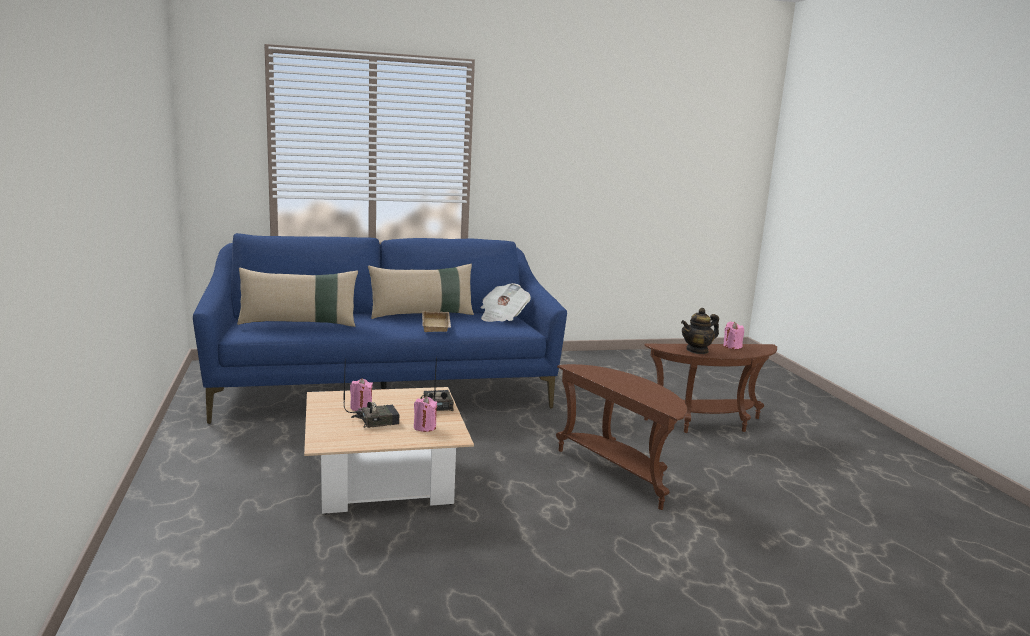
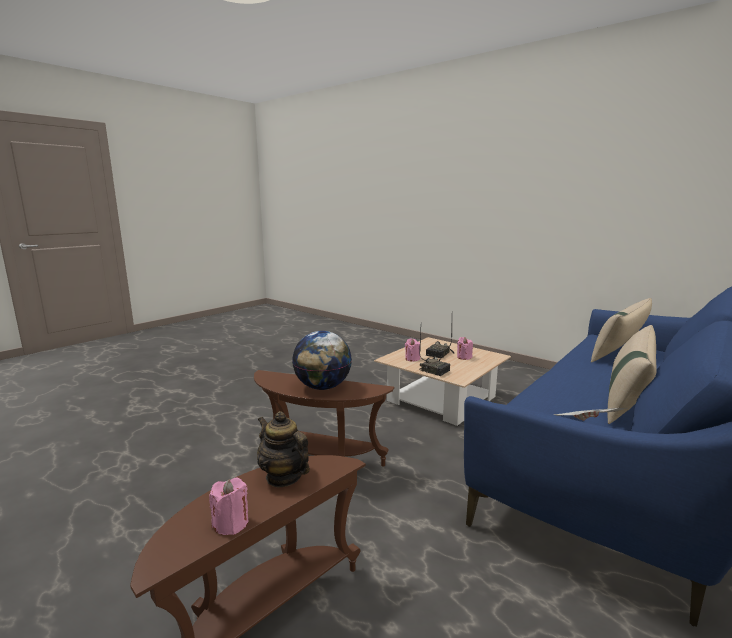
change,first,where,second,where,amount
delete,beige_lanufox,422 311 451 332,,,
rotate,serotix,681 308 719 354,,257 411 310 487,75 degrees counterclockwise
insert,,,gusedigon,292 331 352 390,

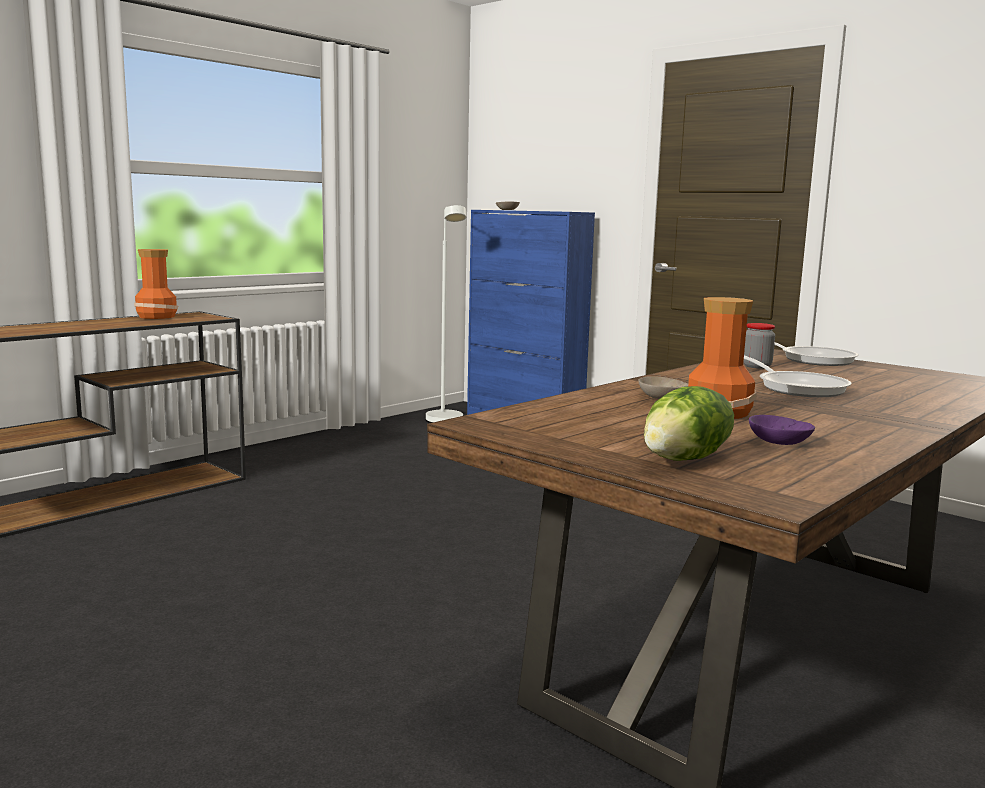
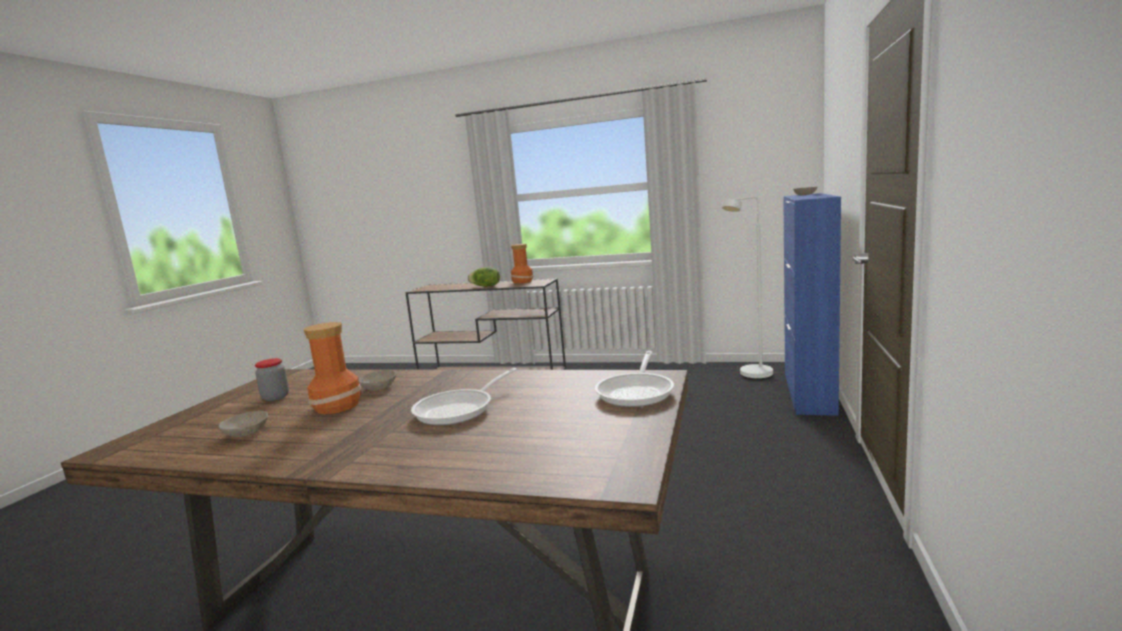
change,first,where,second,where,amount
move,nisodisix,644 386 734 461,,468 267 500 287,
move,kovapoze,743 323 775 369,,255 358 289 401,
recolor,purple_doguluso,749 415 815 445,beige_doguluso,218 411 268 437,

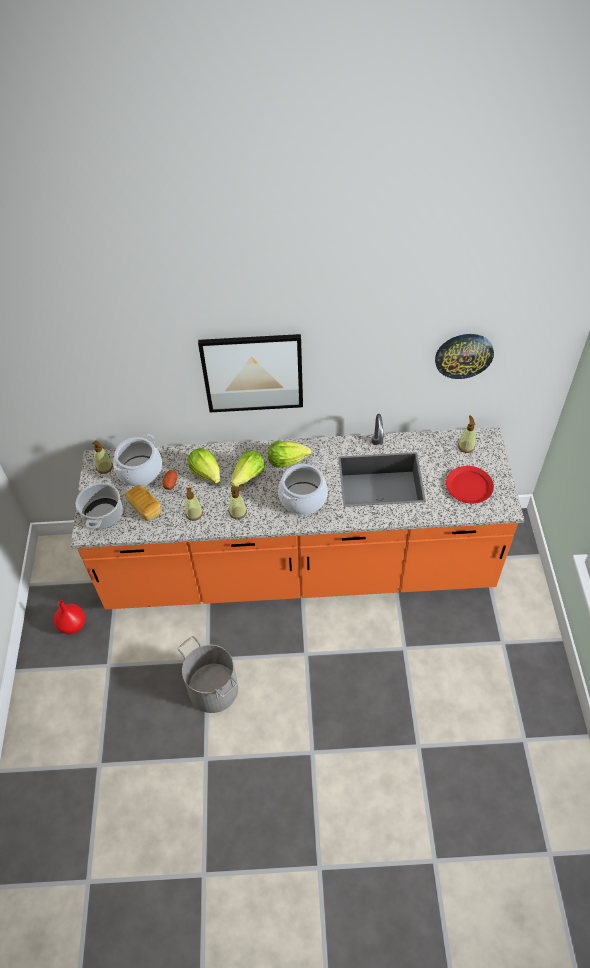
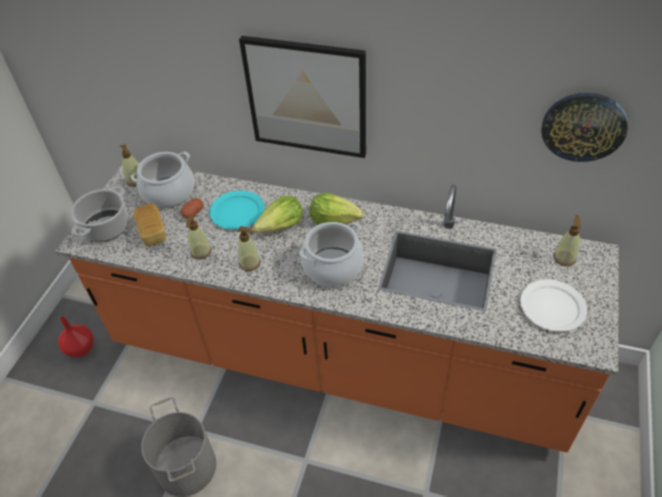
change,first,where,second,where,amount
replace,nisodisix,188 448 220 484,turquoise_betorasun,209 190 264 229,
recolor,red_betorasun,446 466 494 504,white_betorasun,520 279 587 332,

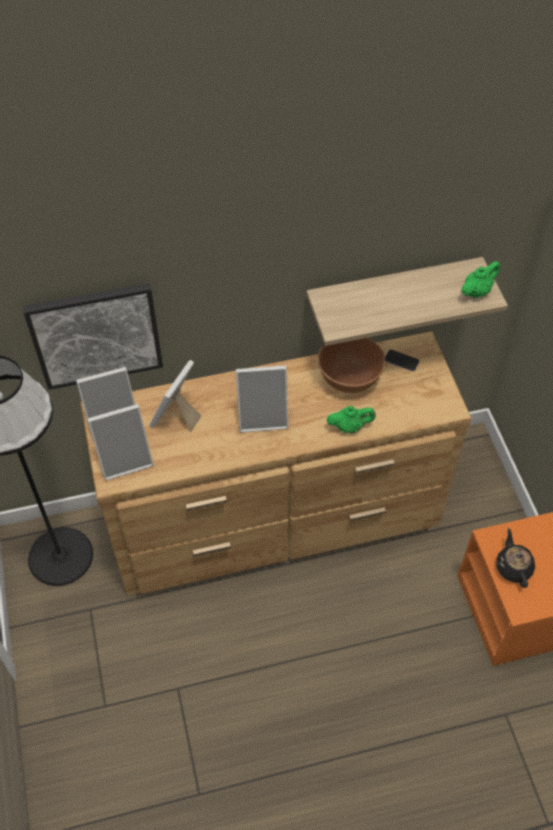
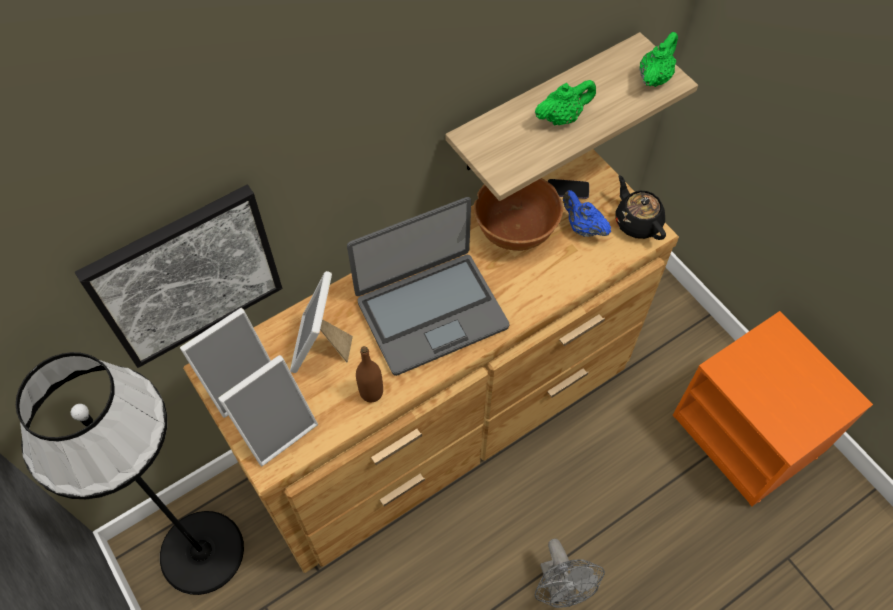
change,first,where,second,where,amount
replace,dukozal,236 365 288 433,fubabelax,347 197 509 376,
move,green_serotix,327 406 376 433,,535 80 596 125,
move,black_serotix,496 528 535 588,,615 175 666 240,
insert,,,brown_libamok,356 346 383 402,
insert,,,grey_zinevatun,535 539 605 608,
insert,,,blue_serotix,563 190 611 237,

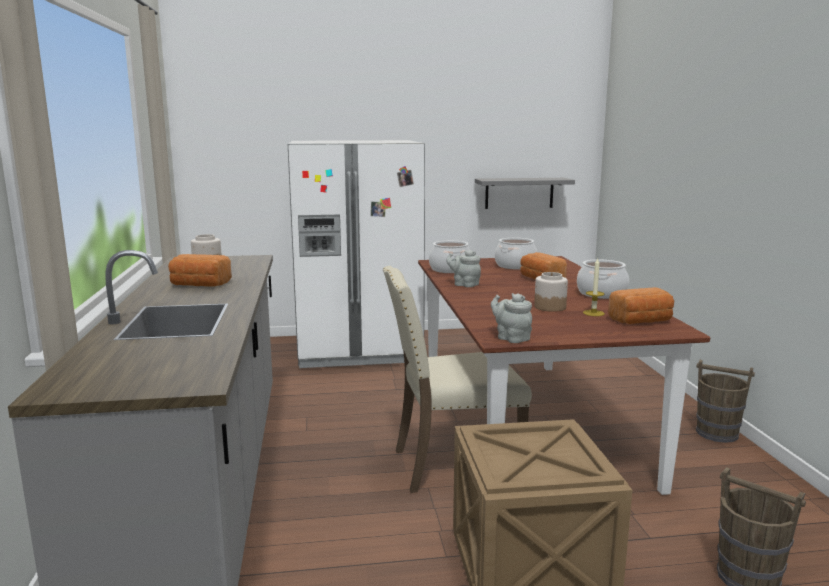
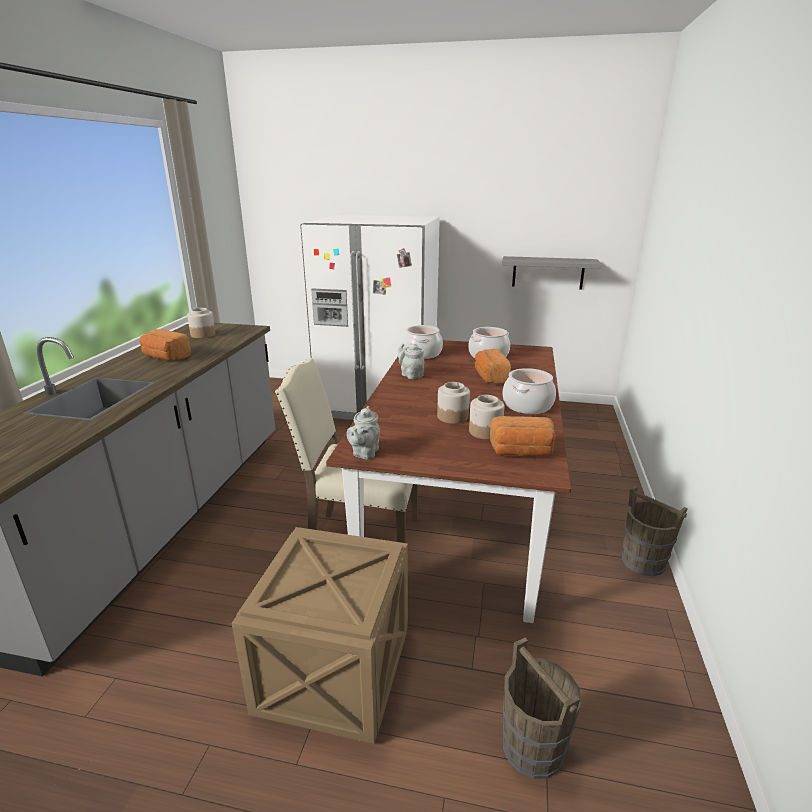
change,first,where,second,where,amount
rotate,grey_serotix,491 293 532 343,,347 406 380 460,150 degrees counterclockwise
replace,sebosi,583 258 605 316,kovapoze,469 395 504 439,

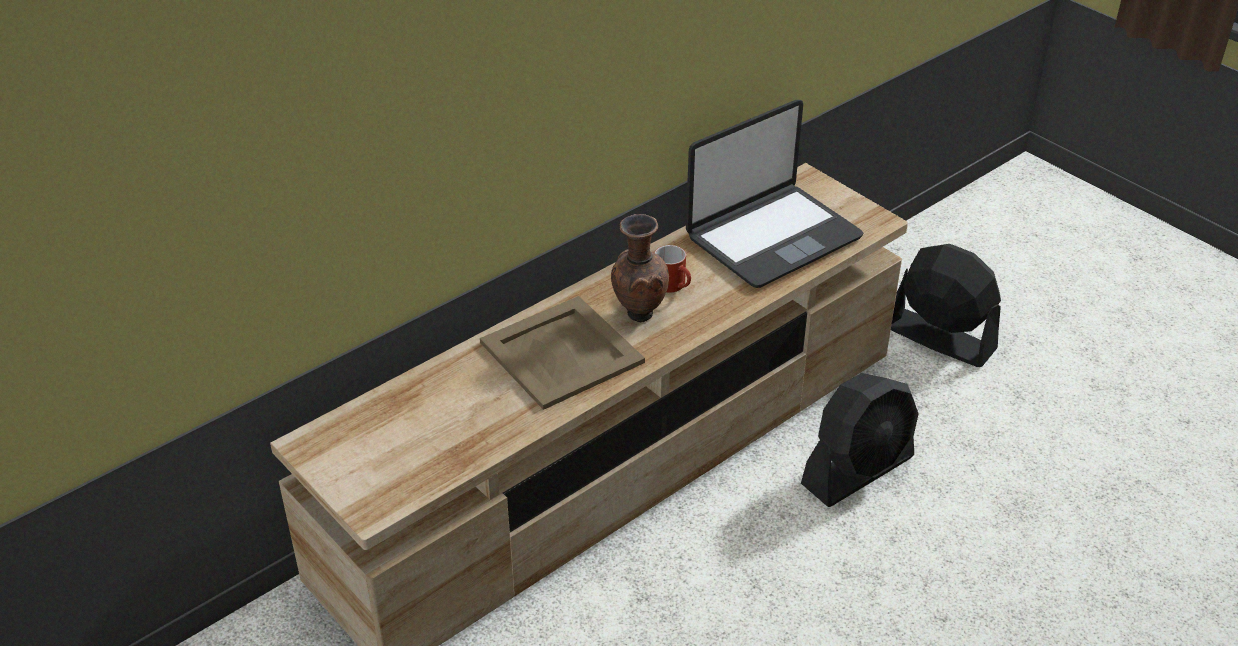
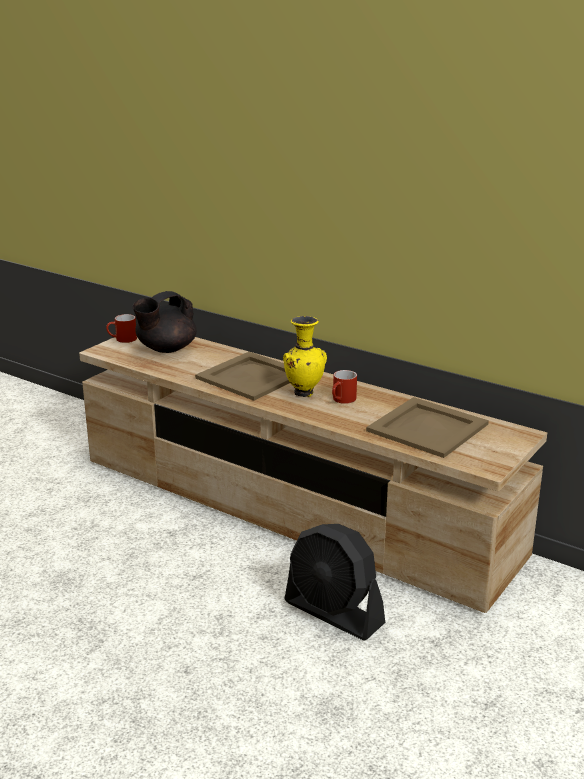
change,first,where,second,where,amount
recolor,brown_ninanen,611 214 669 322,yellow_ninanen,283 316 327 397,
replace,fubabelax,686 100 864 288,beige_lanufox,366 397 489 458,
delete,black_zinevatun,891 244 1001 367,,,
insert,,,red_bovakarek,106 314 137 343,
insert,,,black_serotix,132 291 197 353,

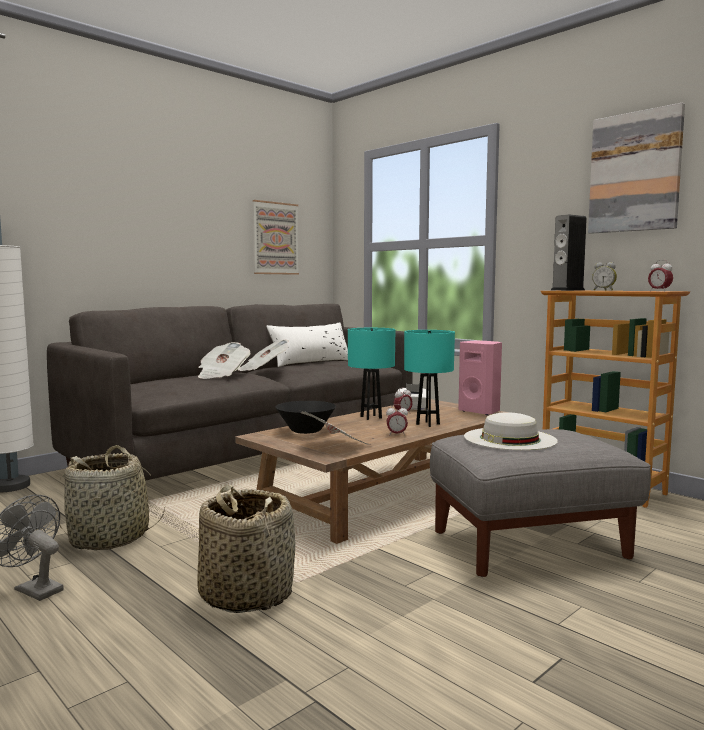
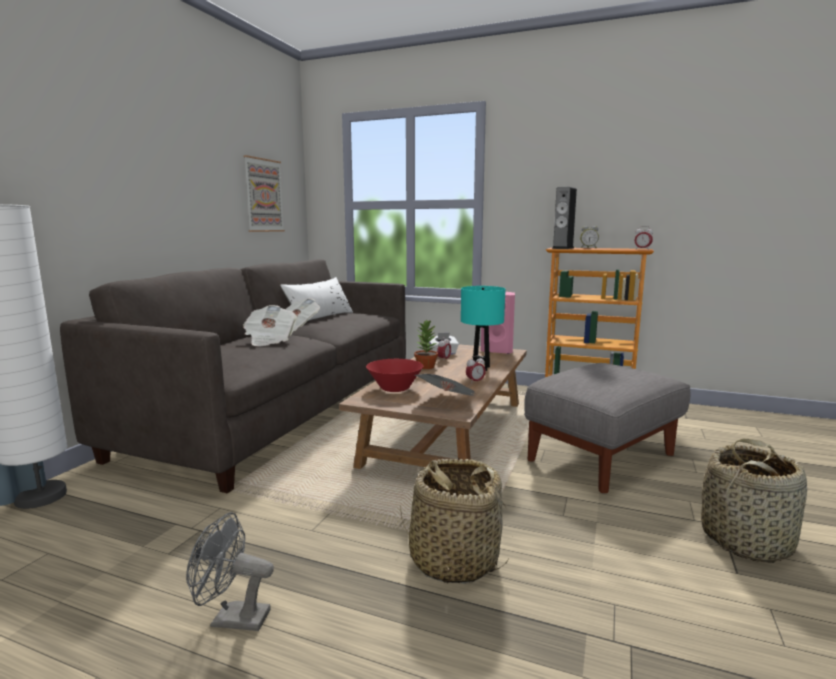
change,first,where,second,where,amount
move,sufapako,58 445 165 550,,701 438 807 563,
recolor,black_doguluso,276 401 336 434,red_doguluso,366 359 423 392,
replace,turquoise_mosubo,348 328 395 420,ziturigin,414 320 438 369,
delete,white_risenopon,464 412 558 450,,,
delete,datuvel,588 103 685 234,,,

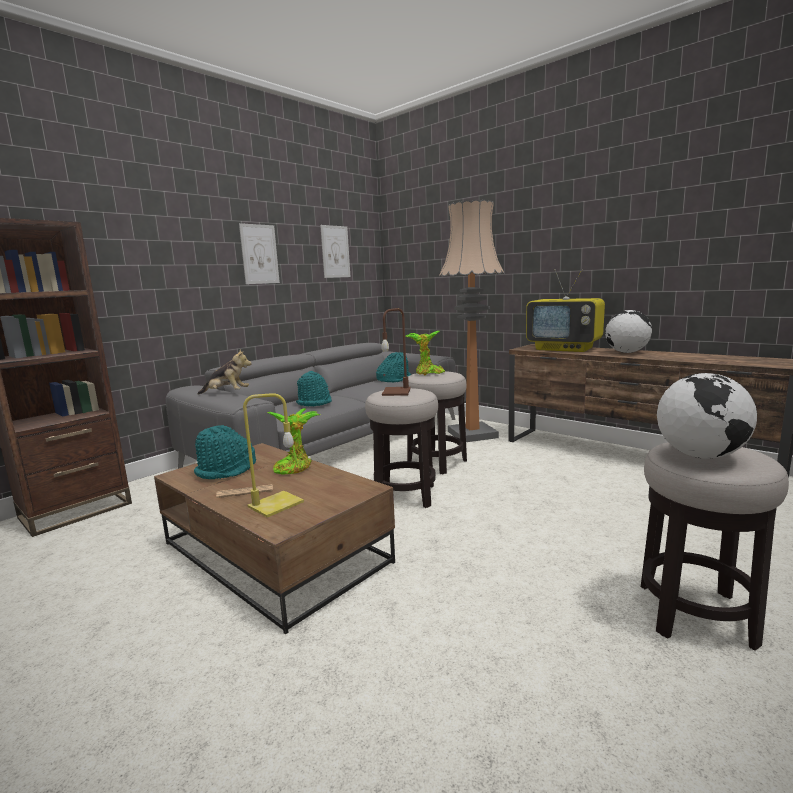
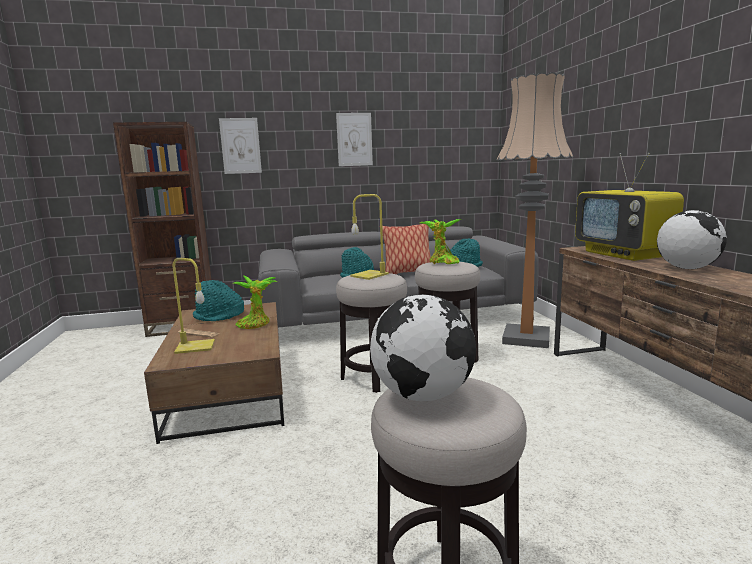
change,first,where,second,where,amount
delete,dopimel,197 349 251 395,,,
move,datuvel,320 225 350 278,,219 118 262 174,
recolor,brown_mosubo,381 308 411 396,yellow_mosubo,350 194 389 280,
insert,,,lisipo,382 224 431 274,

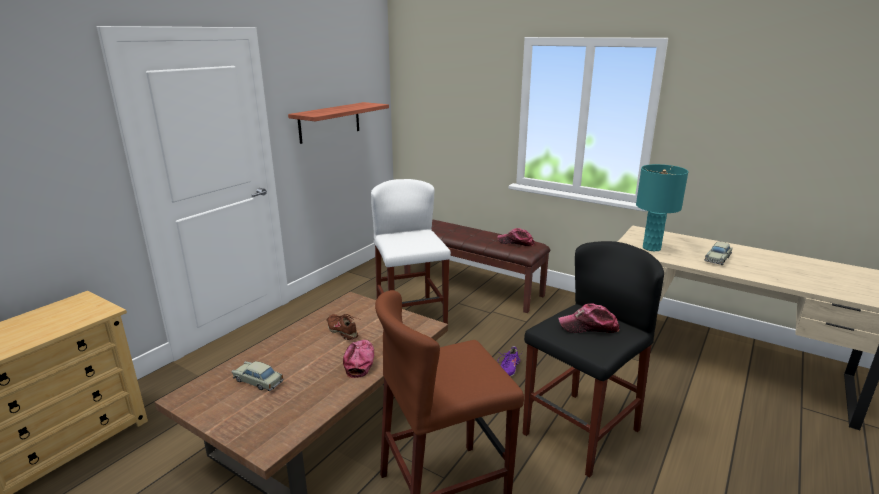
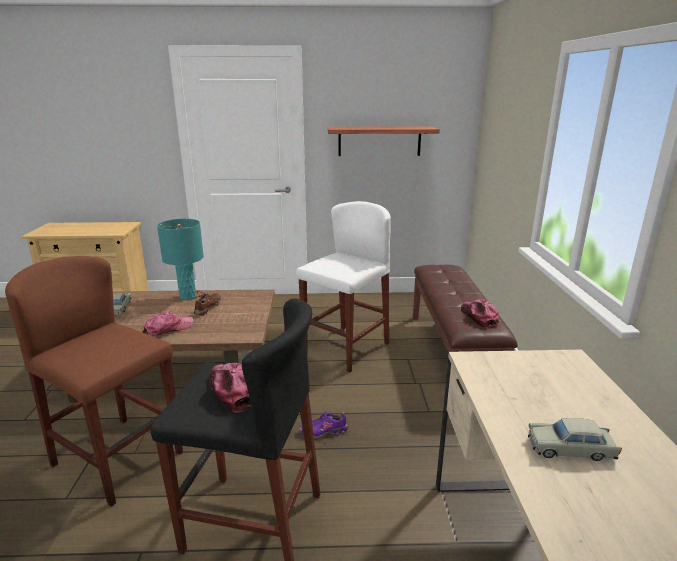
change,first,where,second,where,amount
move,turquoise_mosubo,636 164 688 251,,157 219 204 300,

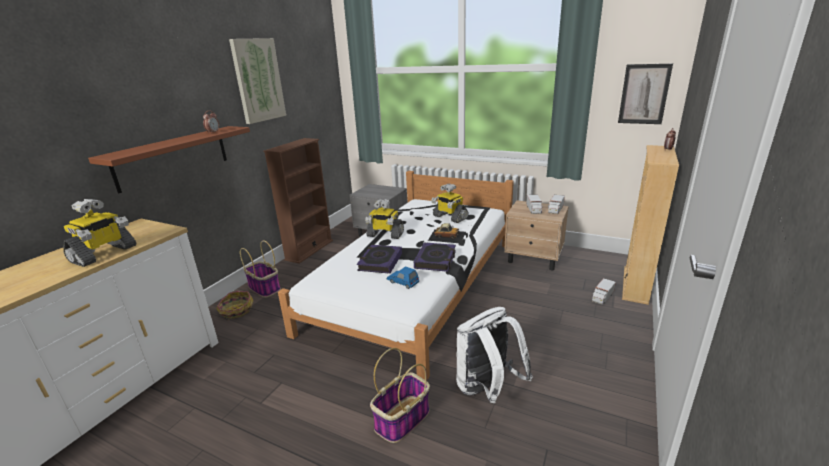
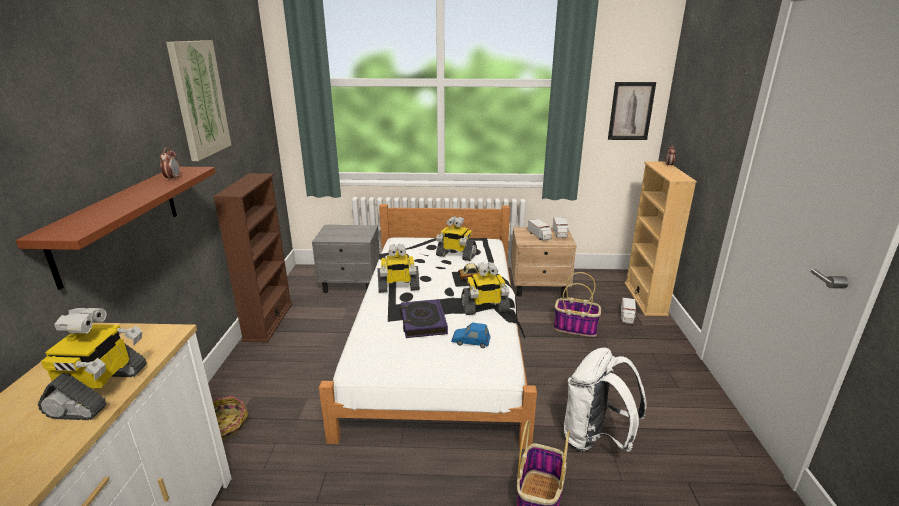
change,first,where,second,where,amount
move,sufapako,240 240 281 298,,554 272 601 337,
replace,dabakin,414 242 456 272,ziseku,461 262 510 315,

